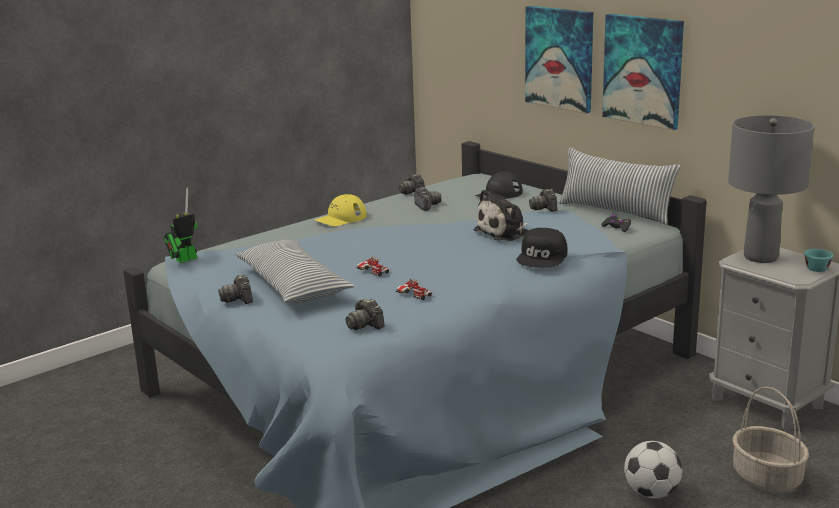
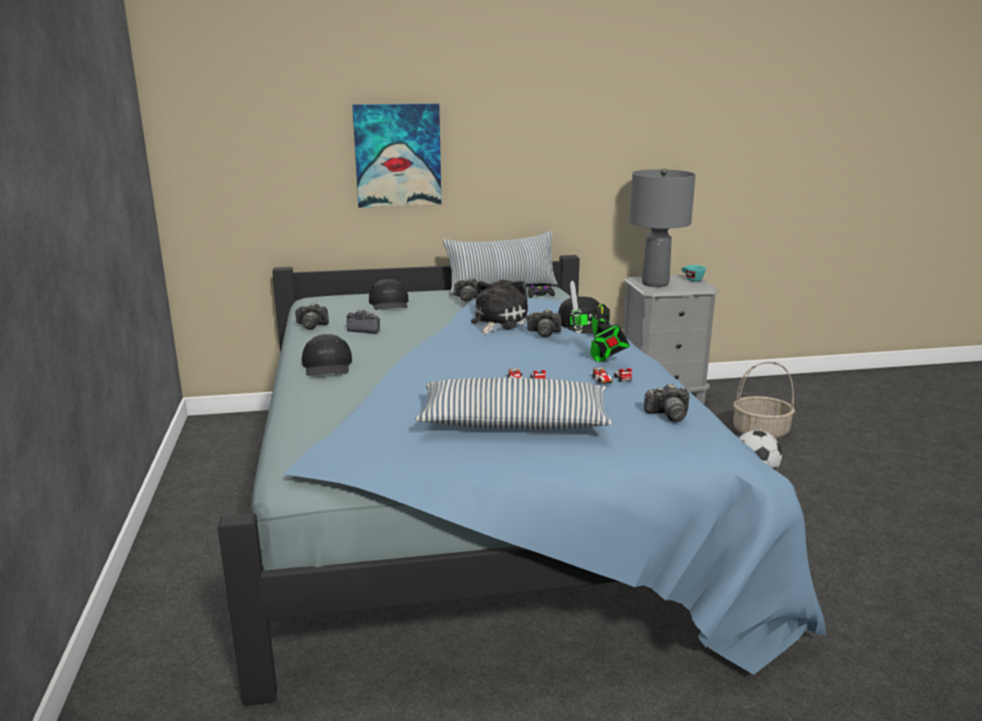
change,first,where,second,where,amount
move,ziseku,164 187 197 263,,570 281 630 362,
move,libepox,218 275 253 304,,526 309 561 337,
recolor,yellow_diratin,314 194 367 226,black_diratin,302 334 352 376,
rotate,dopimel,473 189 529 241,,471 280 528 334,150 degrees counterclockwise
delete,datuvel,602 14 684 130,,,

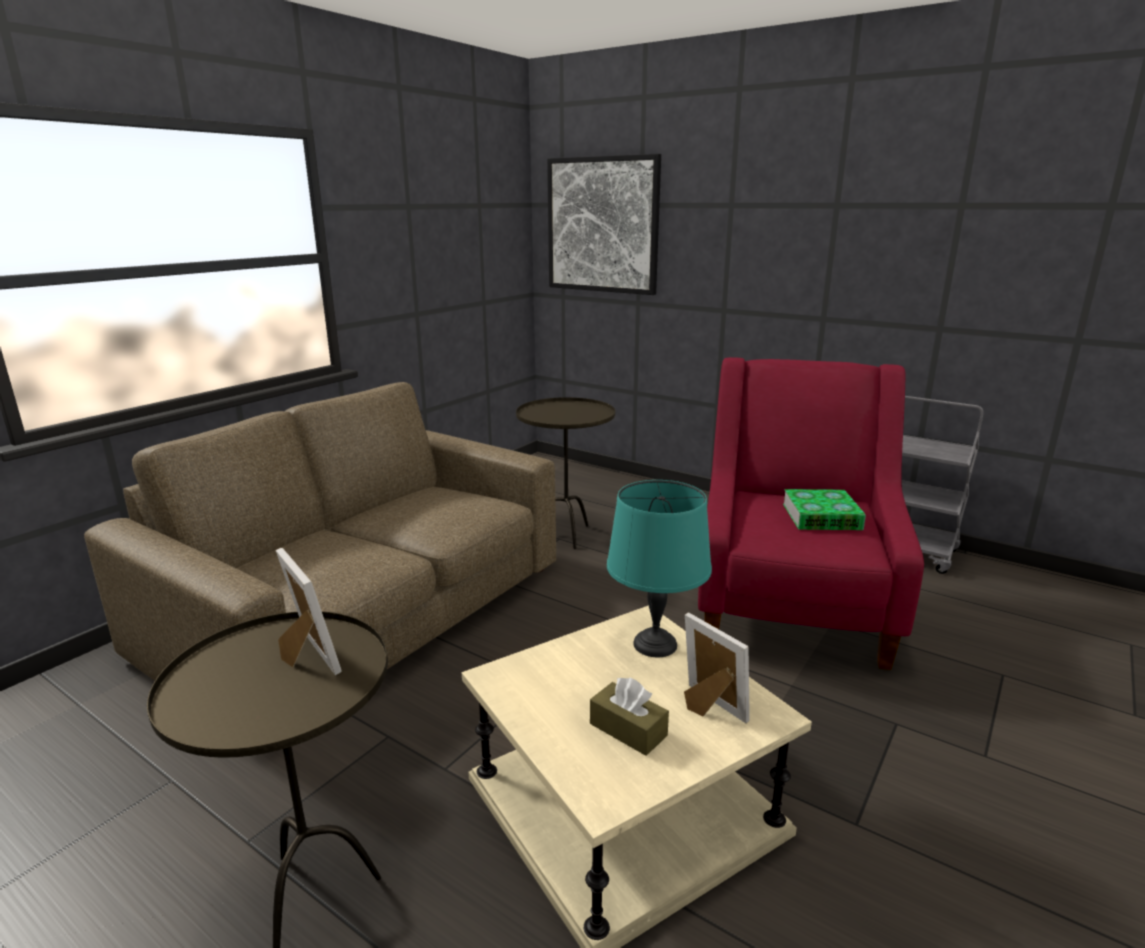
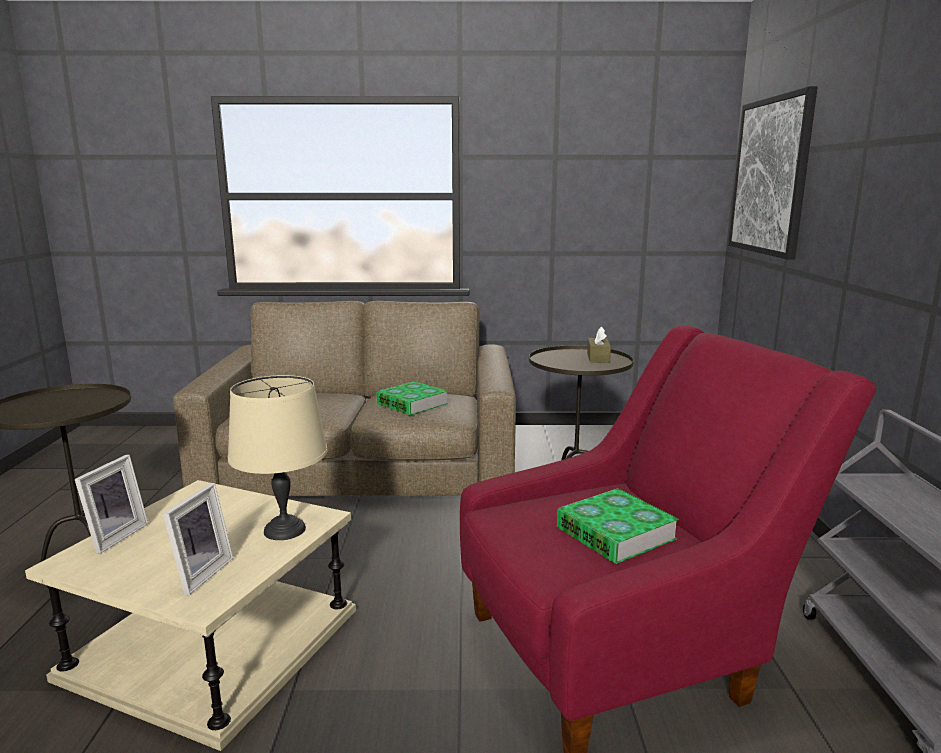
change,first,where,second,where,amount
move,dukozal,275 548 342 675,,75 455 148 554,
move,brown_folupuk,590 678 669 756,,587 327 611 363,
recolor,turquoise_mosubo,607 480 712 657,beige_mosubo,228 375 328 540,
insert,,,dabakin,376 381 448 416,

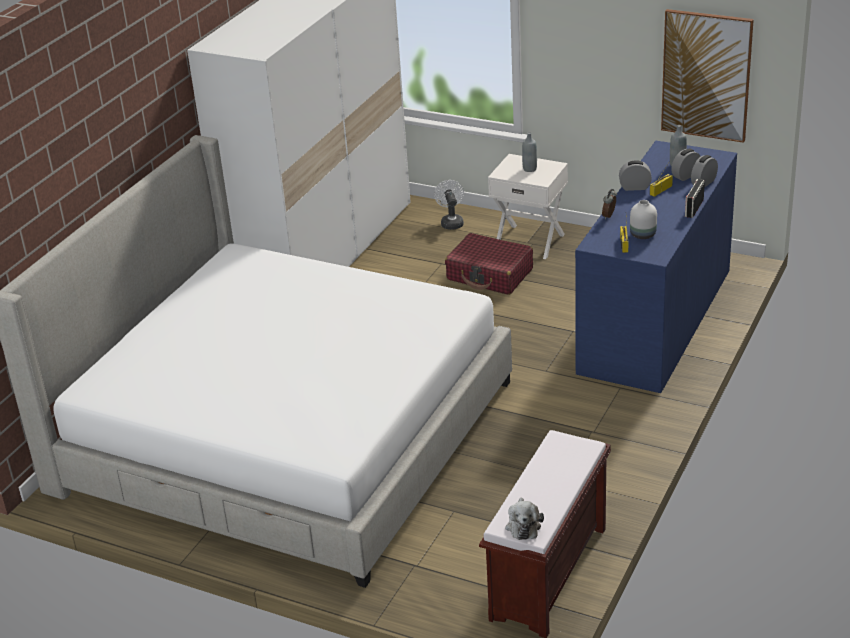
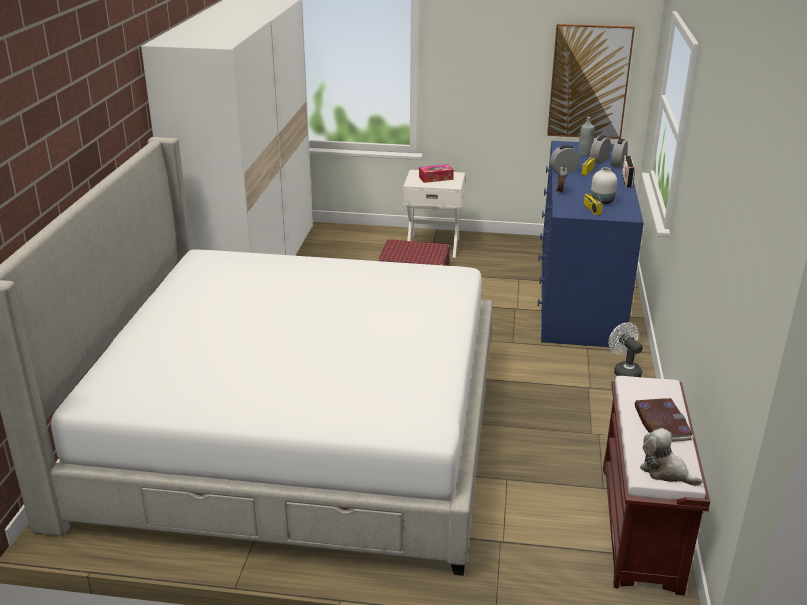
change,first,where,second,where,amount
move,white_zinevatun,434 180 464 230,,608 322 643 377,
rotate,dopimel,505 498 544 540,,640 428 703 486,150 degrees clockwise
replace,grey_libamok,522 132 537 172,folupuk,419 164 454 183,
insert,,,dabakin,635 398 694 442,

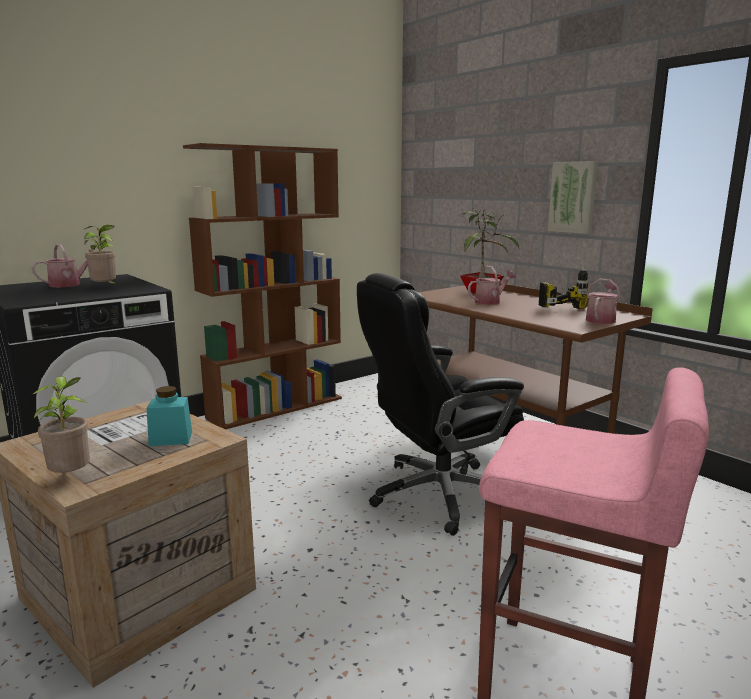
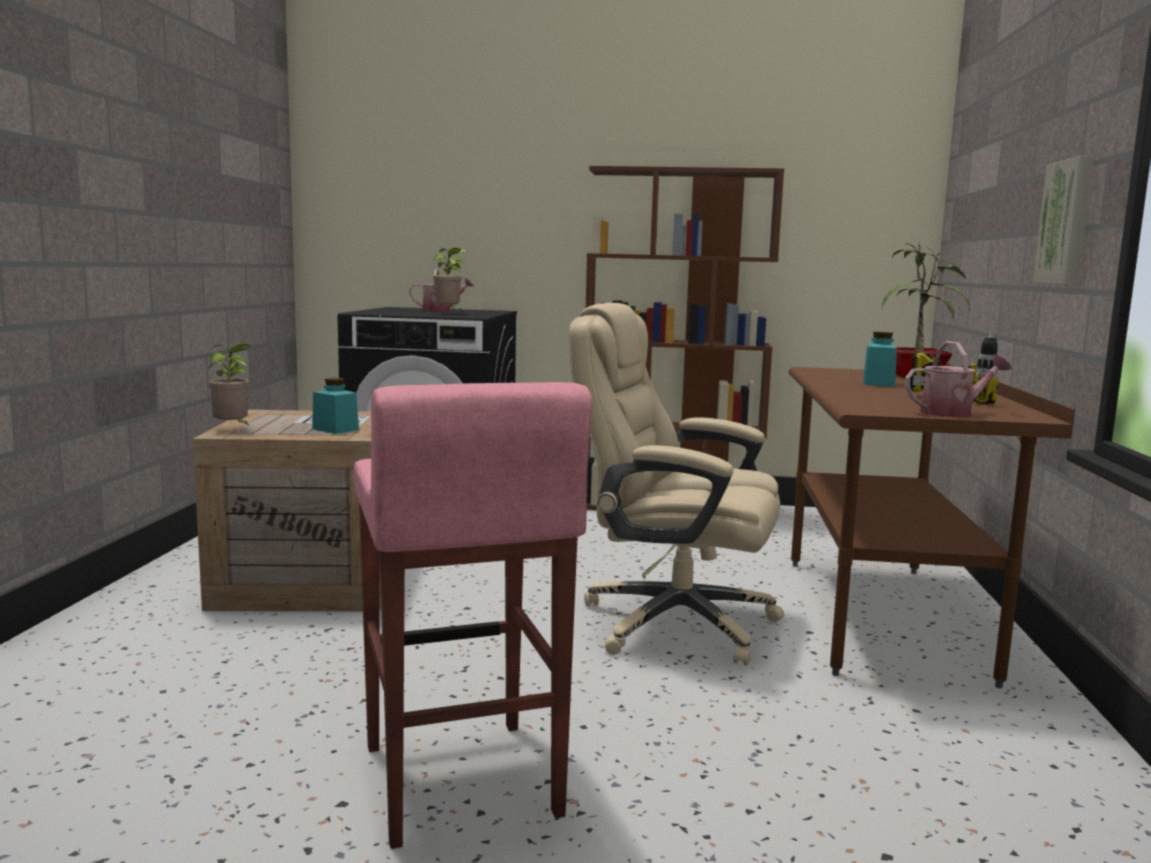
change,first,where,second,where,amount
recolor,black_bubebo,357 273 524 536,beige_bubebo,569 303 784 666,
replace,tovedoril,468 266 516 305,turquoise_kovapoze,863 332 897 387,

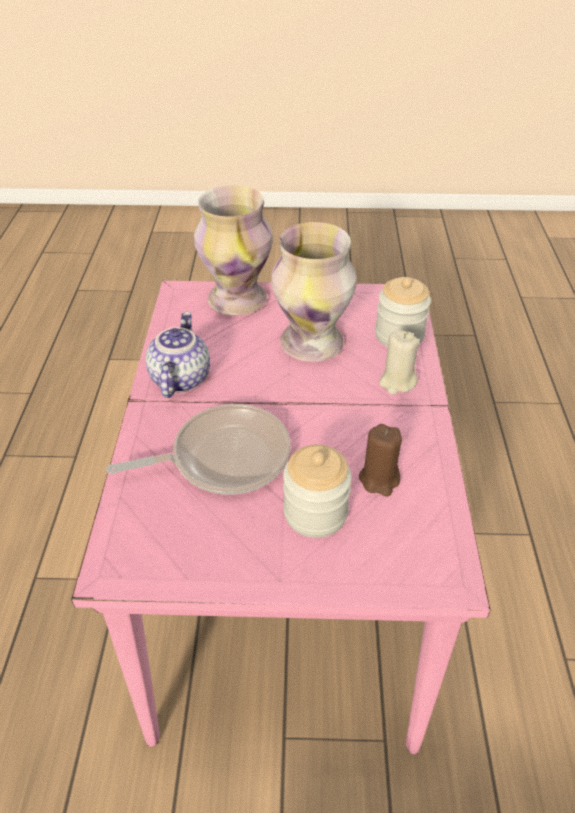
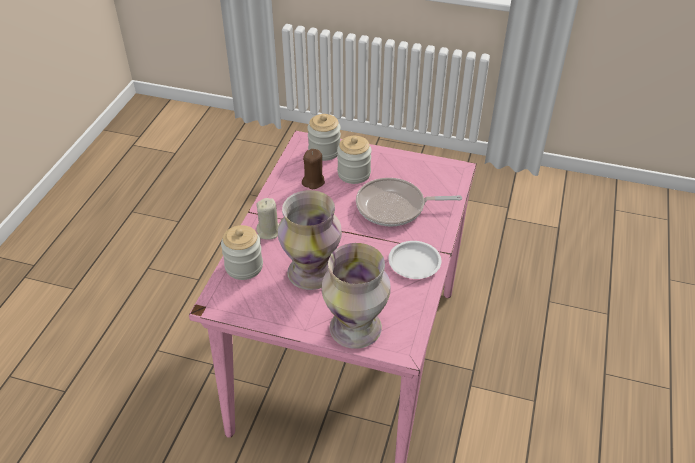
change,first,where,second,where,amount
replace,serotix,146 312 210 398,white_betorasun,388 241 441 279,
insert,,,kovapoze,307 114 341 161,

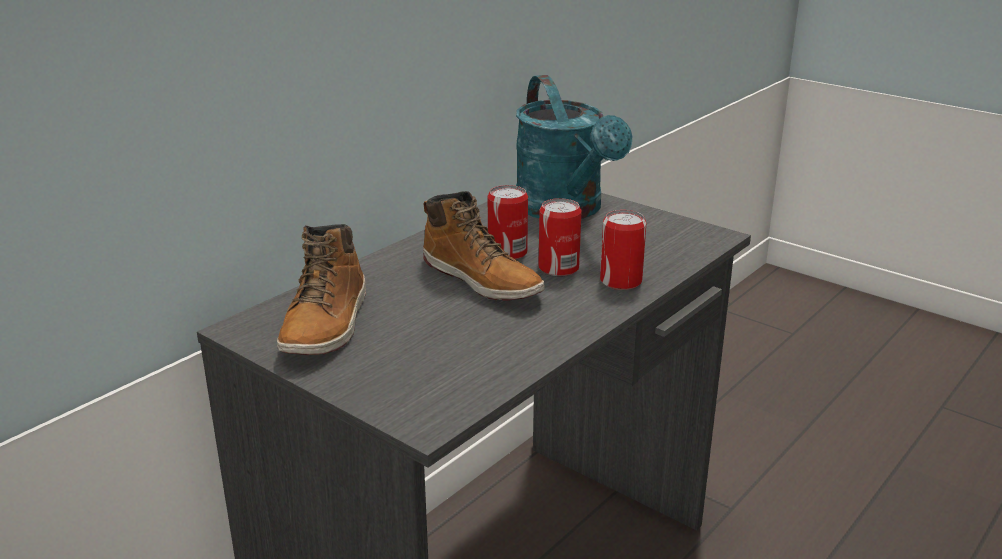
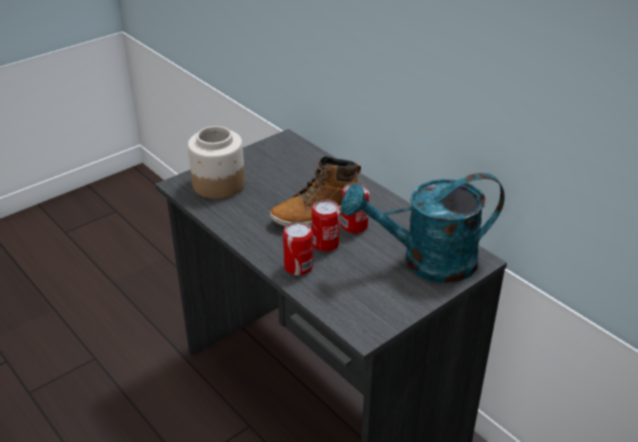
change,first,where,second,where,amount
delete,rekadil,277 224 366 355,,,
insert,,,kovapoze,188 126 245 199,

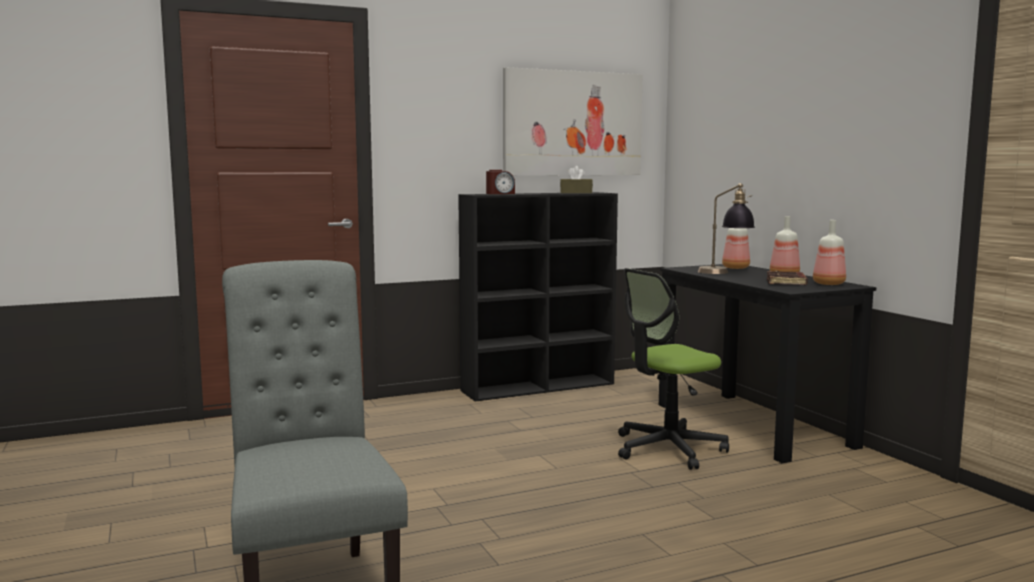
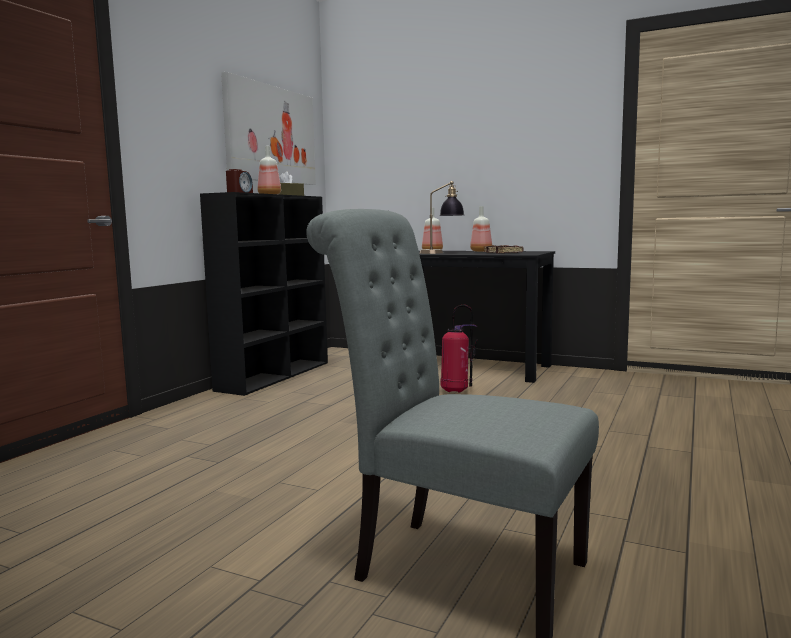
change,first,where,second,where,amount
replace,bubebo,618 268 729 470,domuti,441 305 477 393,
move,libamok,813 220 846 285,,257 146 281 194,

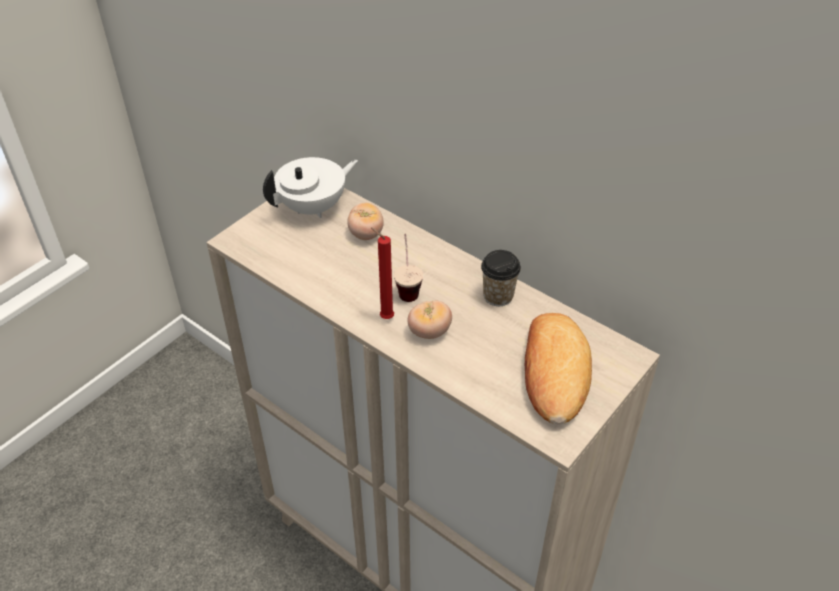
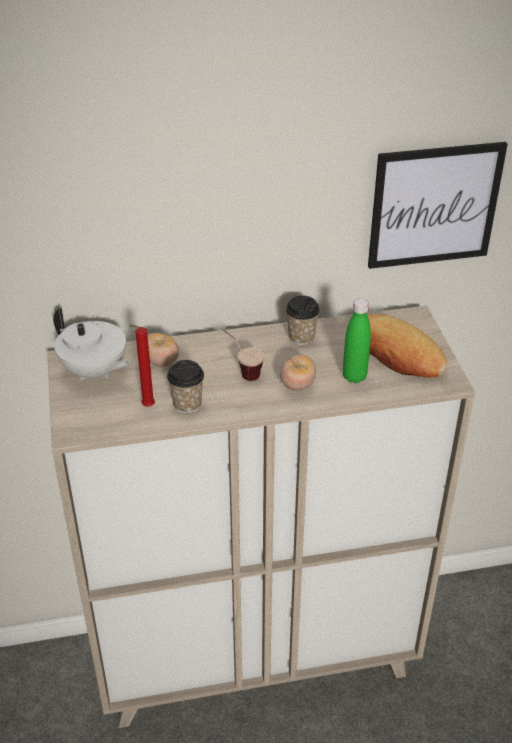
change,first,where,second,where,amount
rotate,white_serotix,263 157 358 218,,53 308 132 381,120 degrees clockwise
move,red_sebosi,371 228 394 319,,129 325 155 407,
insert,,,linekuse,167 360 204 413,
insert,,,green_libamok,343 298 371 383,
insert,,,datuvel,368 142 508 269,

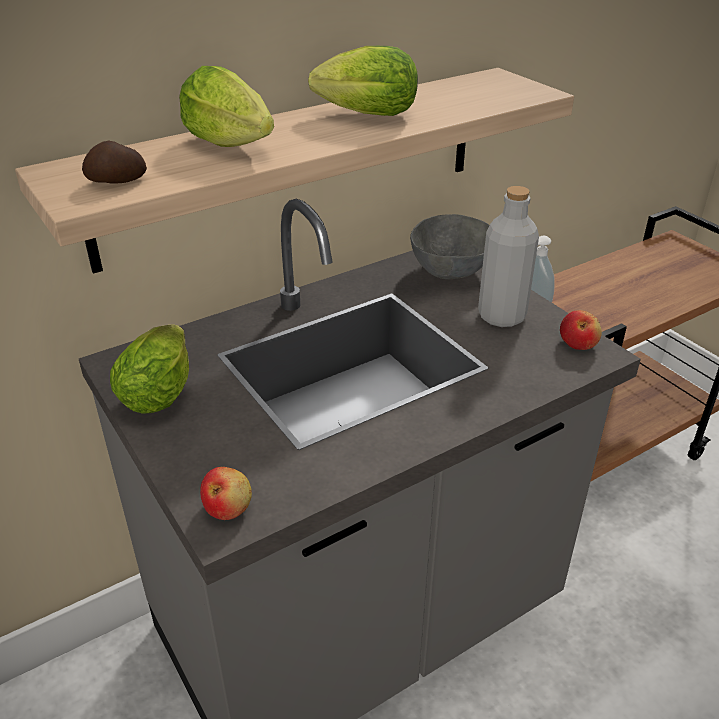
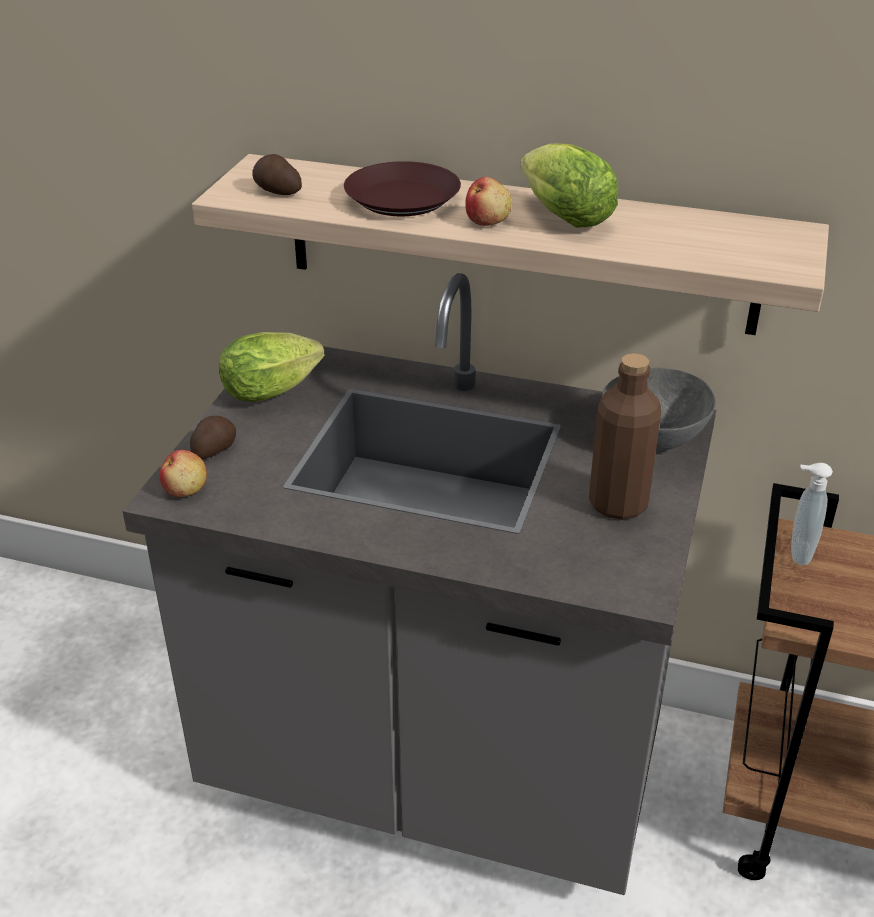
change,first,where,second,where,amount
replace,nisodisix,179 66 274 147,brown_betorasun,344 161 461 216,
recolor,grey_libamok,478 186 539 327,brown_libamok,589 353 662 520,
move,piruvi,560 310 602 350,,465 177 512 226,
insert,,,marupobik,190 416 236 459,

